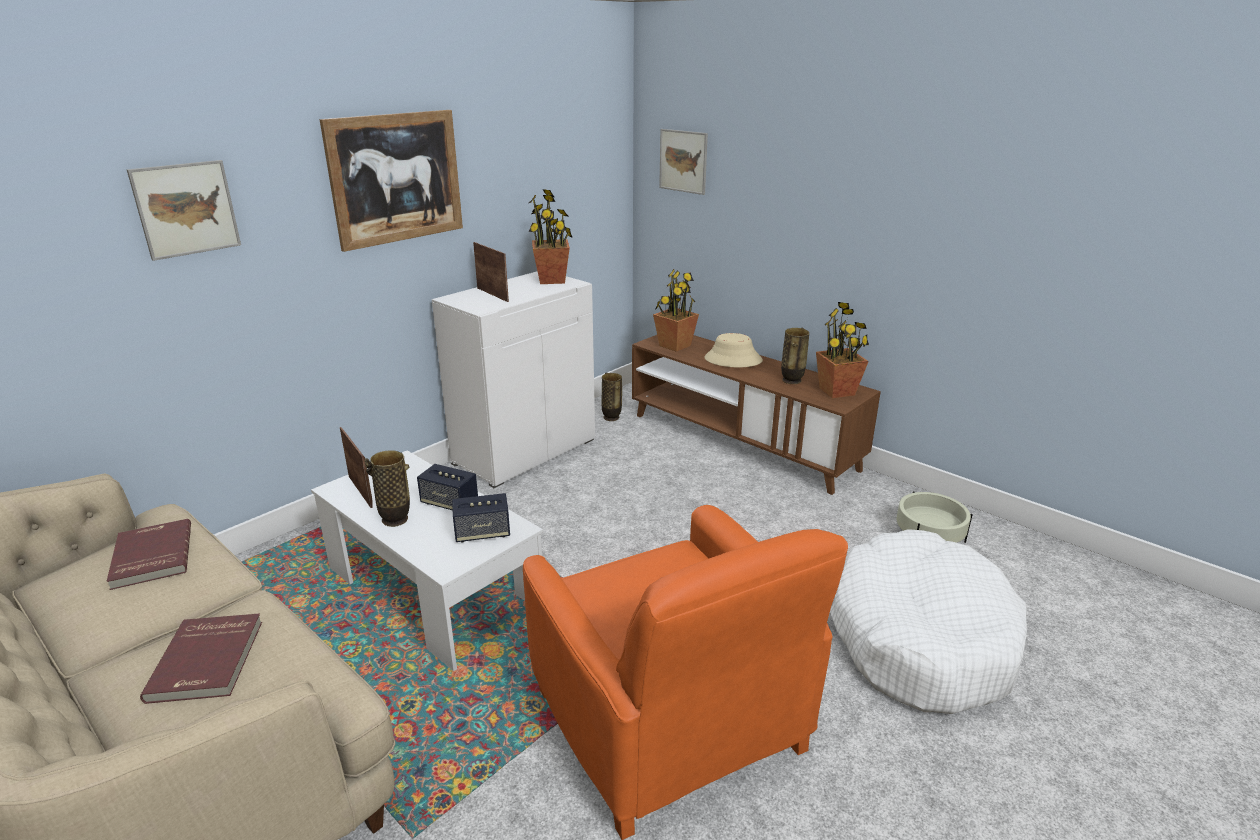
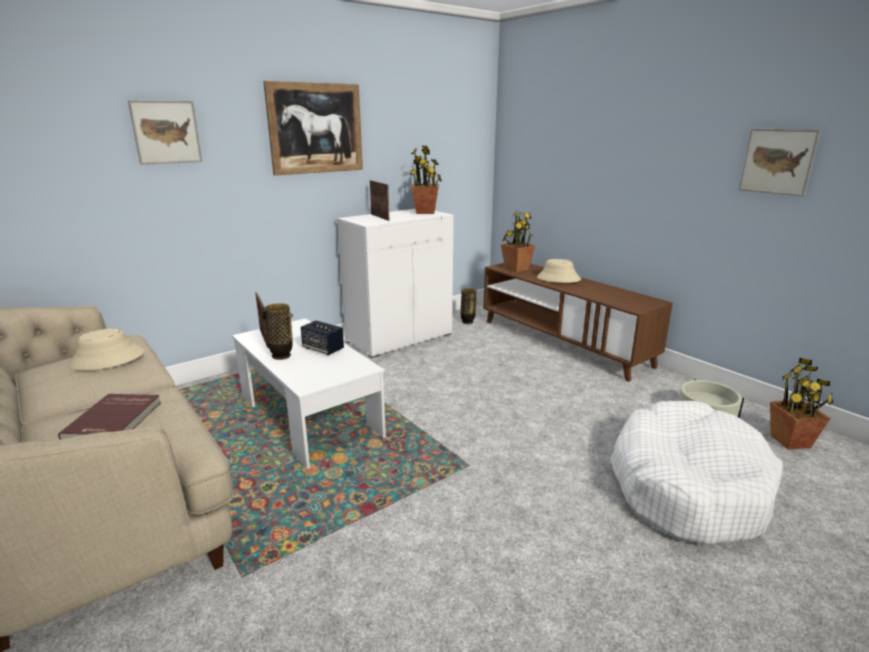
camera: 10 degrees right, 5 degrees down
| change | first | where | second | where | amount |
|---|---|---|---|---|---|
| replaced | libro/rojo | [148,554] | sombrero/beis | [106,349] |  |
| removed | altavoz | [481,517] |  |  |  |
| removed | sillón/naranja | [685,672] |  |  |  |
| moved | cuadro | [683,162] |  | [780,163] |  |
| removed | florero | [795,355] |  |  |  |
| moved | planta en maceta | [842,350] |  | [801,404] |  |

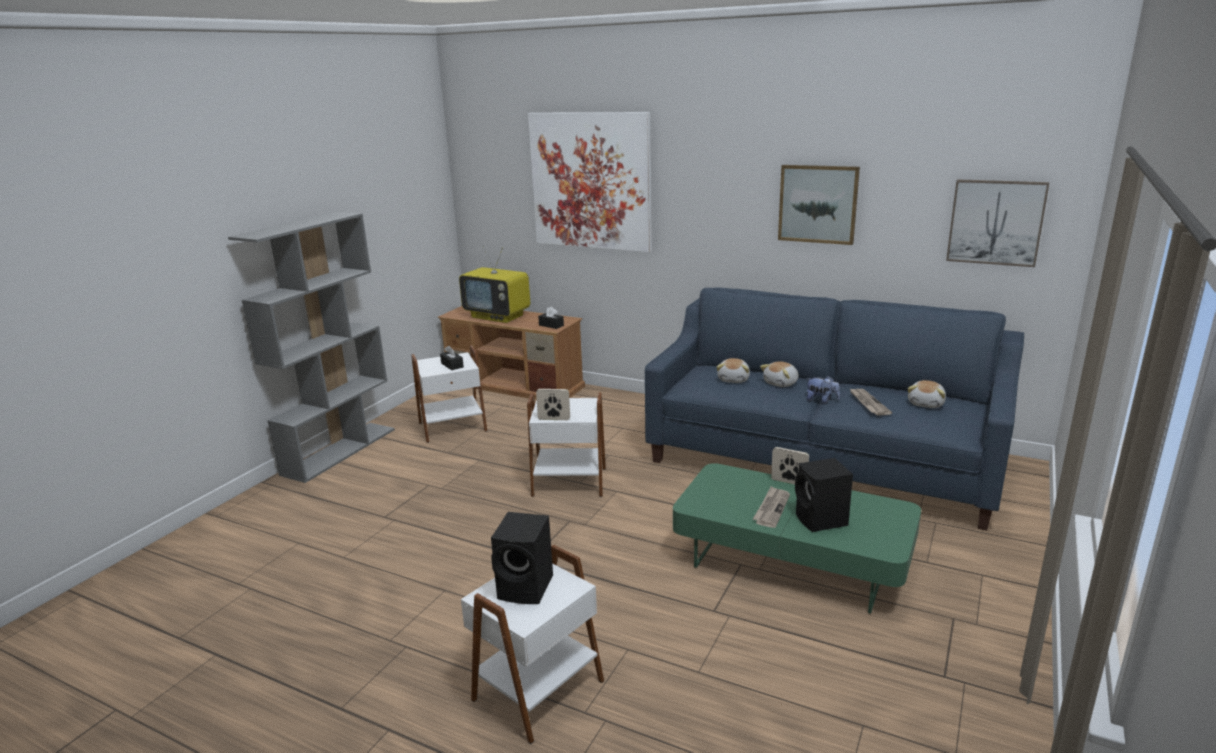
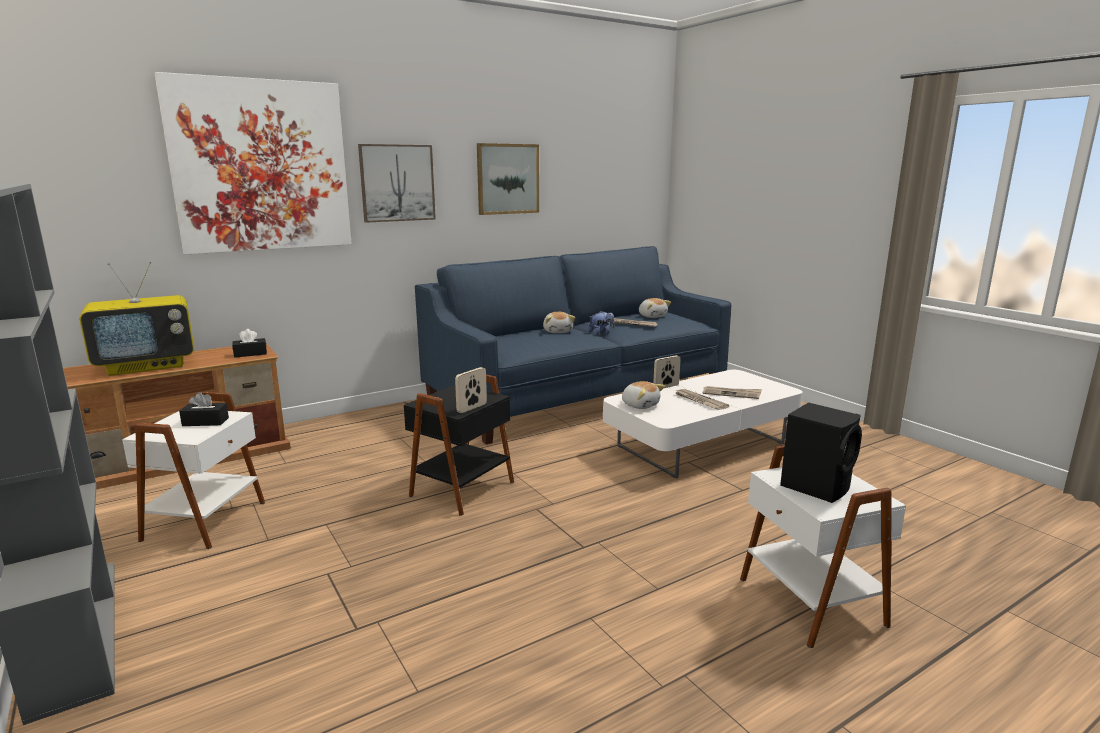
camera: 60 degrees left, 5 degrees down
| change | first | where | second | where | amount |
|---|---|---|---|---|---|
| recoloured | mesa auxiliar/blanco | [566,444] | mesa auxiliar/negro | [459,445] |  |
| recoloured | mesa de centro/verde | [797,538] | mesa de centro/blanco | [703,424] |  |
| moved | peluche | [733,370] |  | [643,395] |  |
| replaced | altavoz/negro | [824,495] | periódico | [732,392] |  |
| moved | cuadro | [997,223] |  | [397,183] |  |

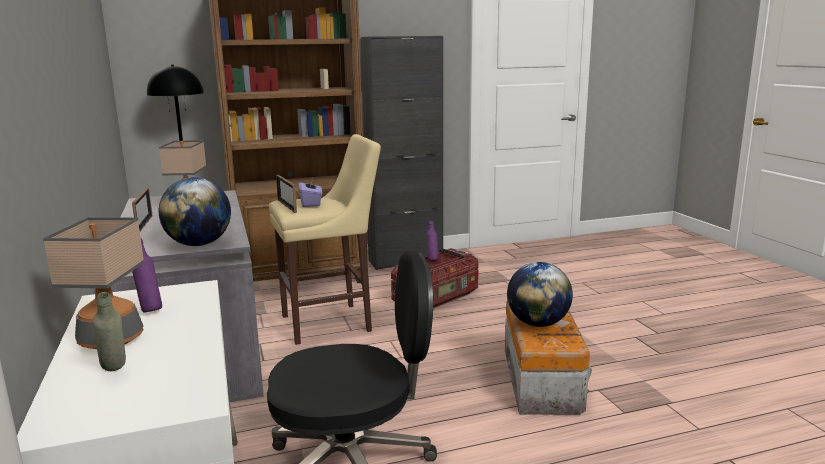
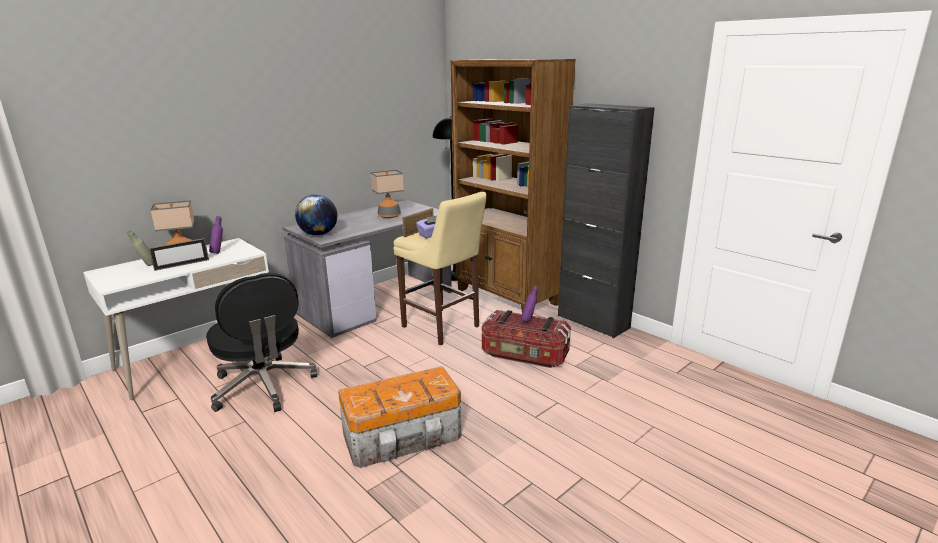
camera: 65 degrees right, 5 degrees up
| change | first | where | second | where | amount |
|---|---|---|---|---|---|
| moved | portarretratos | [142,209] |  | [179,254] |  |
| removed | globo terráqueo | [540,294] |  |  |  |

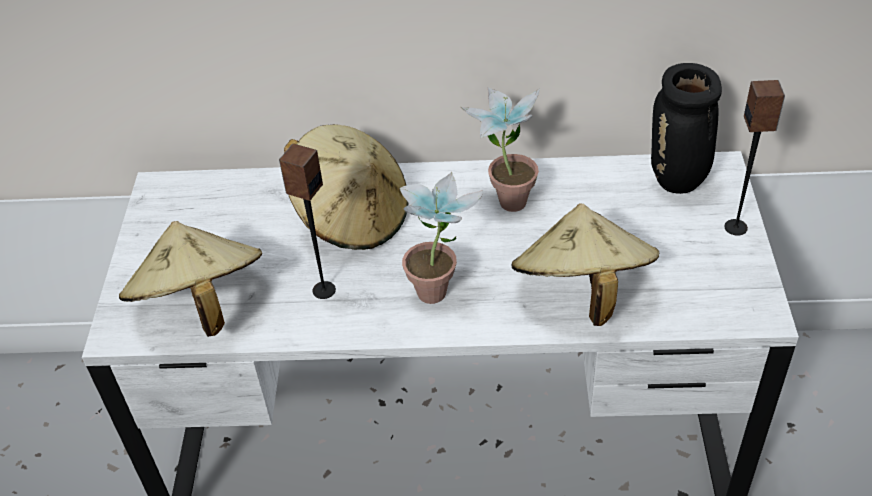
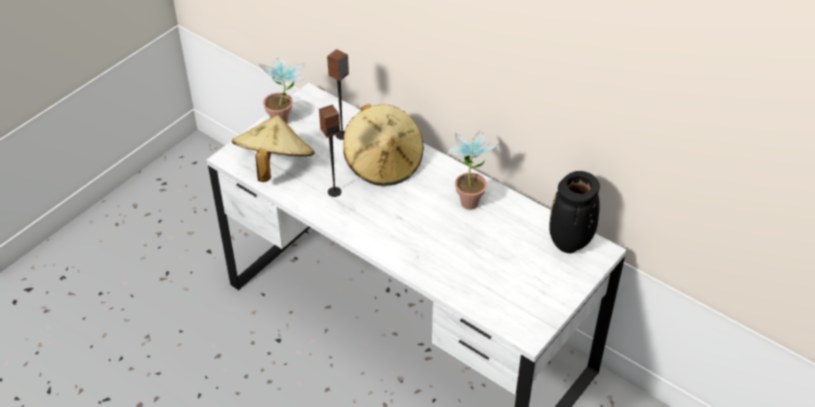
camera: 35 degrees right, 0 degrees up
| change | first | where | second | where | amount |
|---|---|---|---|---|---|
| moved | planta en maceta | [441,238] |  | [282,90] |  |
| removed | sombrero/beis | [586,264] |  |  |  |
| moved | altavoz | [754,158] |  | [338,94] |  |

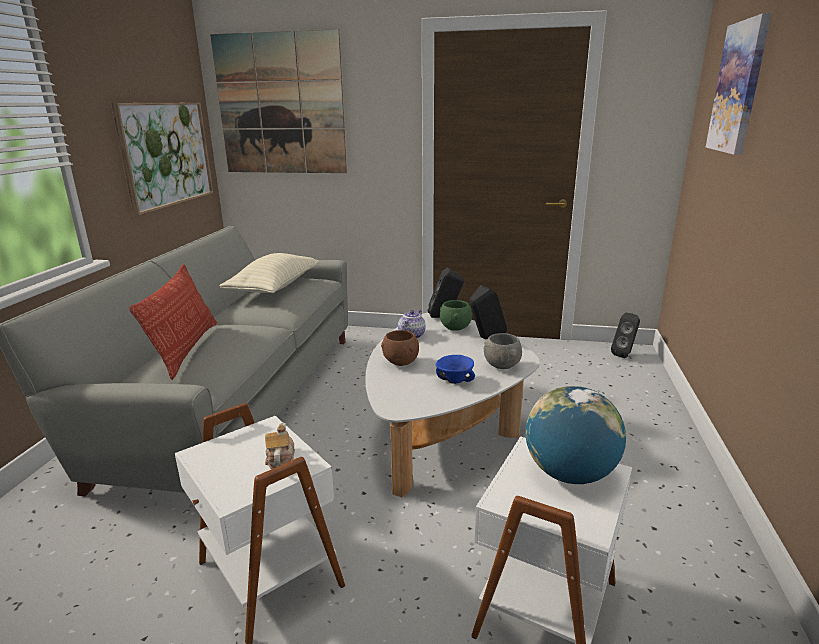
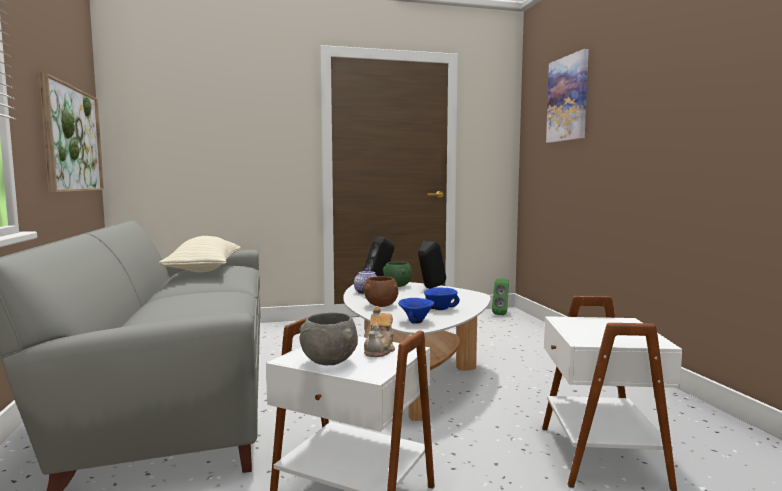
camera: 25 degrees left, 15 degrees down
| change | first | where | second | where | amount |
|---|---|---|---|---|---|
| removed | cojín | [173,322] |  |  |  |
| removed | cuadro | [278,101] |  |  |  |
| turned | tetera | [280,445] |  | [379,331] | 135 degrees counterclockwise |
| moved | cuenco/gris | [503,351] |  | [328,338] |  |
| removed | globo terráqueo | [575,435] |  |  |  |
| recoloured | altavoz/negro | [625,335] | altavoz/verde | [500,296] |  |
| added |  |  | cuenco/azul | [416,311] |  |

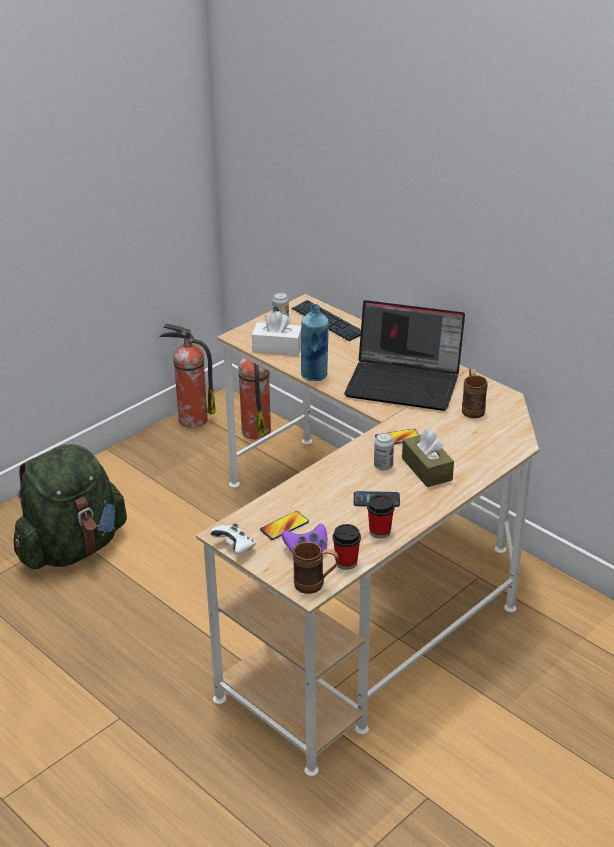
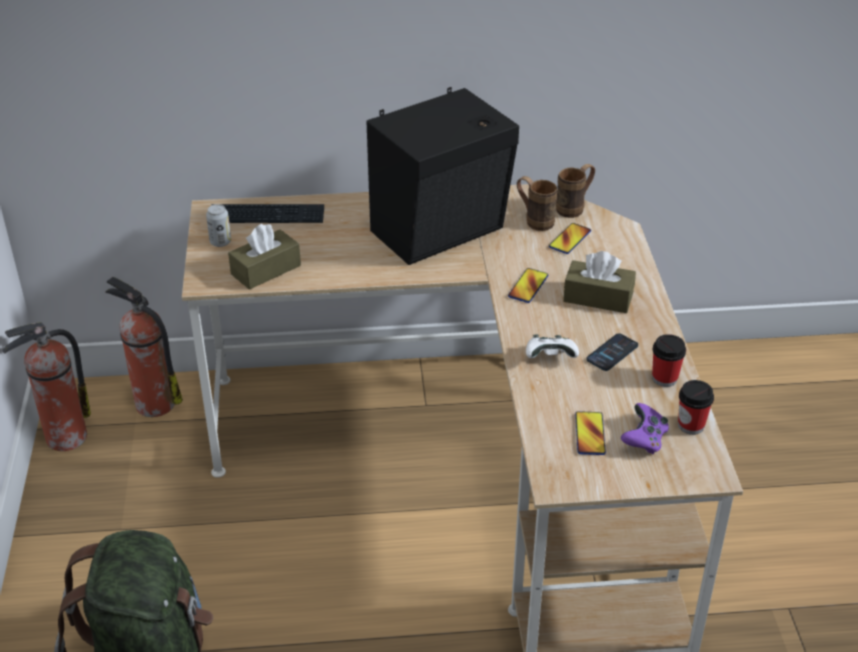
camera: 50 degrees left, 5 degrees up
| change | first | where | second | where | amount |
|---|---|---|---|---|---|
| moved | mando de consola/blanco | [233,539] |  | [552,346] |  |
| recoloured | caja de pañuelos/blanco | [276,333] | caja de pañuelos/marrón | [264,257] |  |
| moved | taza grande/marrón | [316,568] |  | [575,191] |  |
| removed | botella/azul | [315,342] |  |  |  |
| replaced | portátil | [404,355] | altavoz/negro | [442,176] |  |
| removed | lata | [384,451] |  |  |  |
| added |  |  | móvil | [570,238] |  |

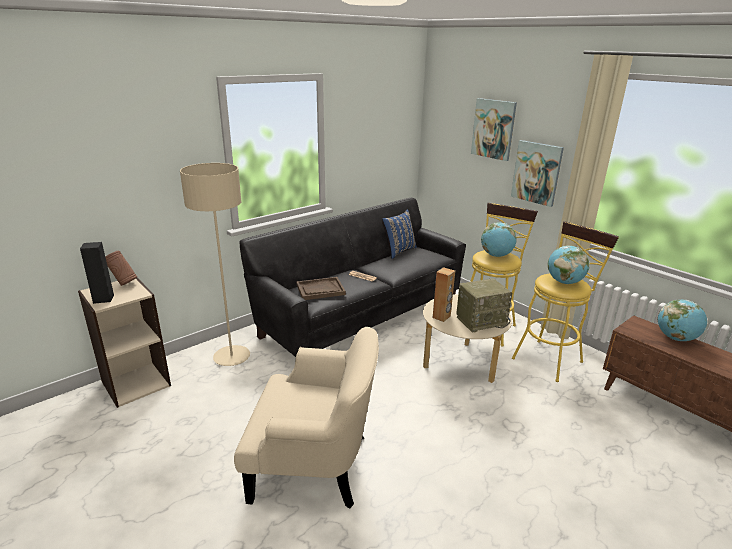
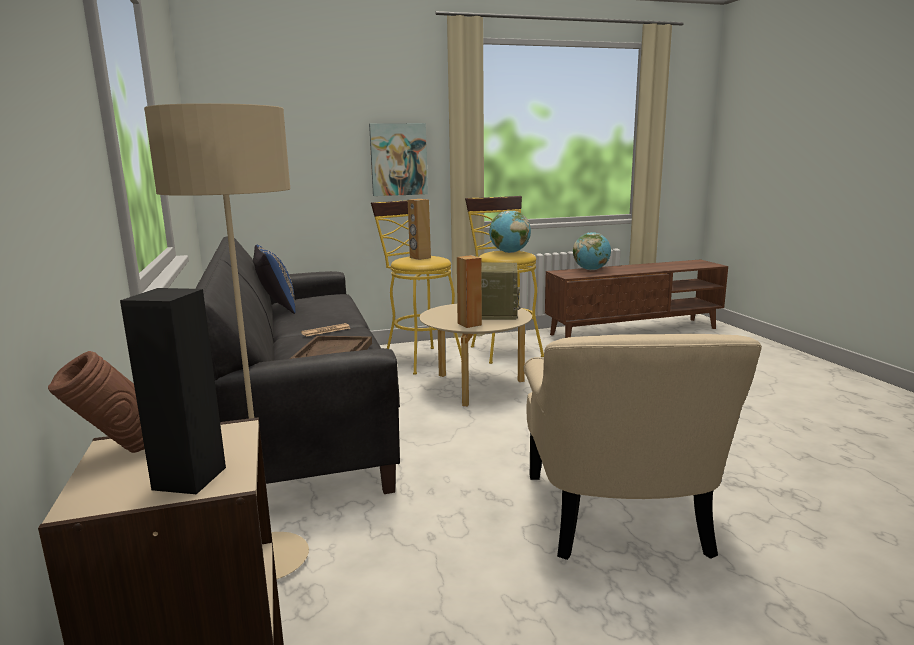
camera: 65 degrees left, 10 degrees down
| change | first | where | second | where | amount |
|---|---|---|---|---|---|
| turned | sillón/beis | [306,418] |  | [642,447] | 150 degrees clockwise |
| removed | cuadro | [494,129] |  |  |  |
| replaced | globo terráqueo | [499,239] | altavoz/marrón | [419,229] |  |

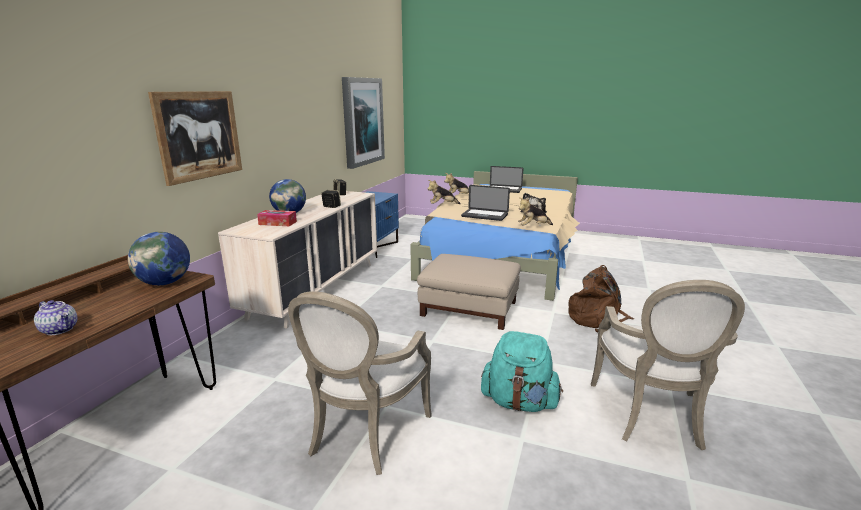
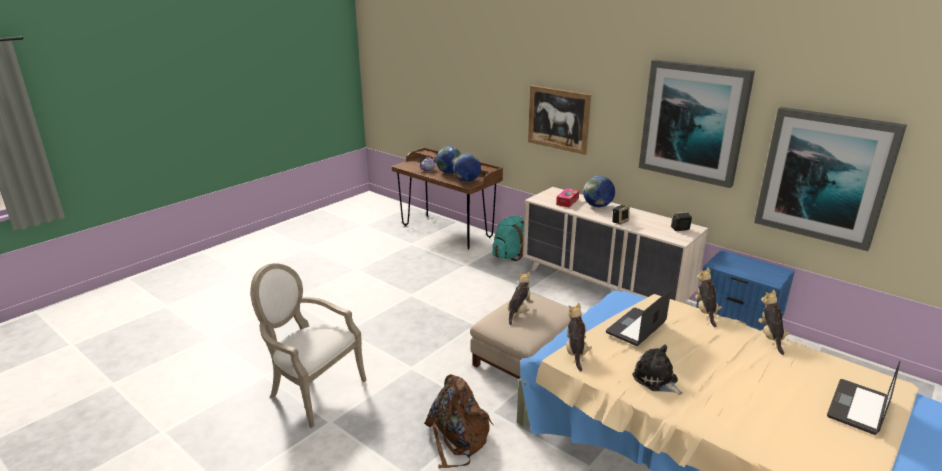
camera: 110 degrees right, 5 degrees up
| change | first | where | second | where | amount |
|---|---|---|---|---|---|
| removed | sillón | [360,383] |  |  |  |
| moved | mochila/turquesa | [522,371] |  | [508,238] |  |
| added |  |  | globo terráqueo | [449,159] |  |
| added |  |  | peluche | [520,298] |  |
| added |  |  | cuadro | [697,124] |  |

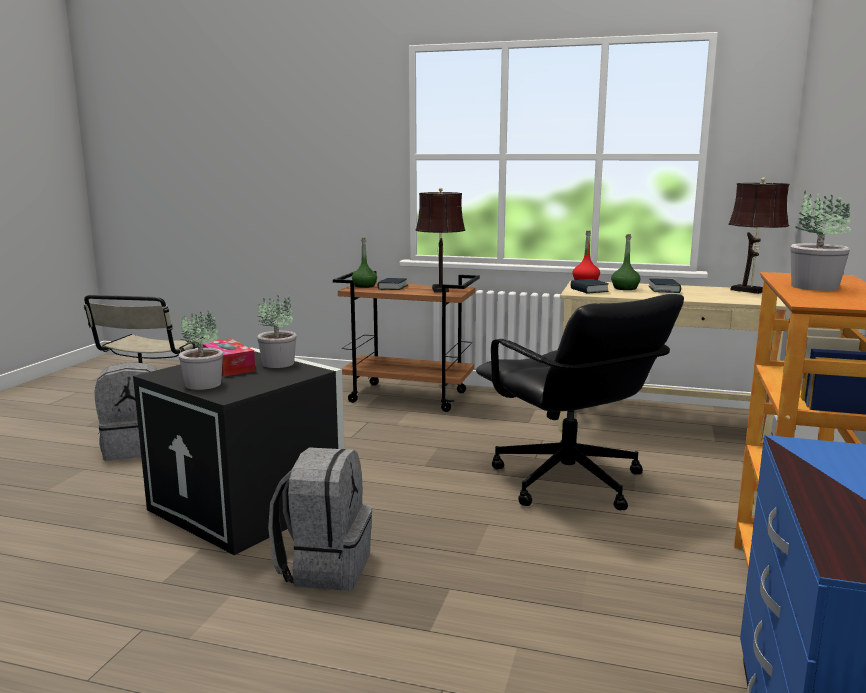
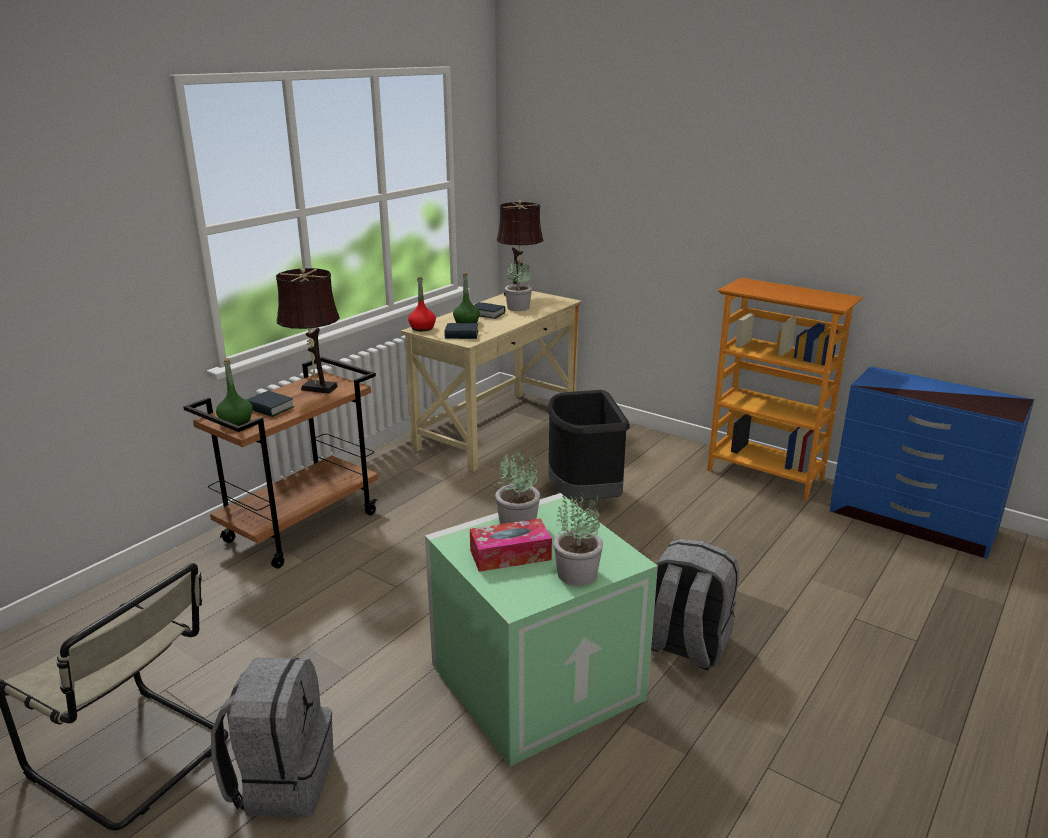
camera: 70 degrees left, 10 degrees up
| change | first | where | second | where | amount |
|---|---|---|---|---|---|
| recoloured | caja de almacenaje/negro | [239,451] | caja de almacenaje/verde | [541,629] |  |
| replaced | silla de oficina/negro | [580,402] | papelera/negro | [588,445] |  |
| moved | planta en maceta | [821,241] |  | [518,286] |  |

